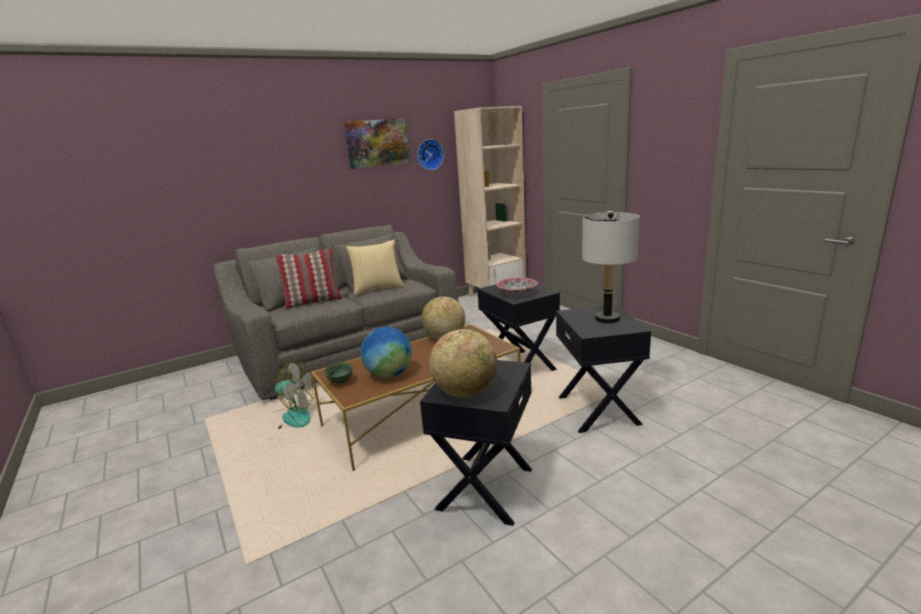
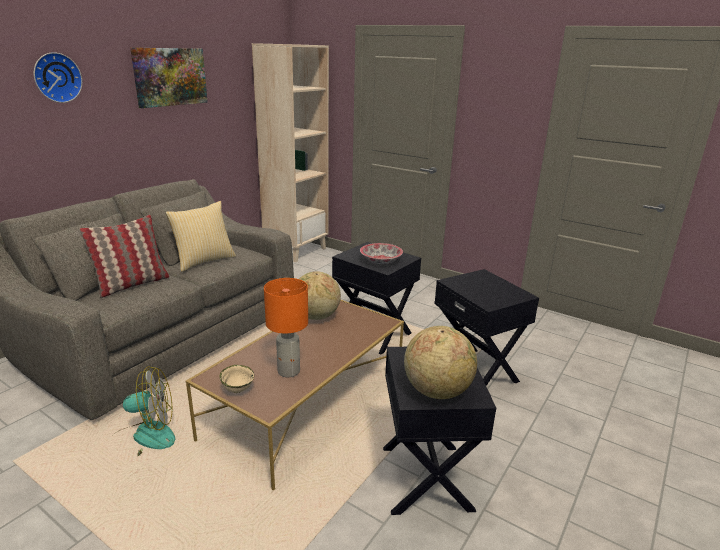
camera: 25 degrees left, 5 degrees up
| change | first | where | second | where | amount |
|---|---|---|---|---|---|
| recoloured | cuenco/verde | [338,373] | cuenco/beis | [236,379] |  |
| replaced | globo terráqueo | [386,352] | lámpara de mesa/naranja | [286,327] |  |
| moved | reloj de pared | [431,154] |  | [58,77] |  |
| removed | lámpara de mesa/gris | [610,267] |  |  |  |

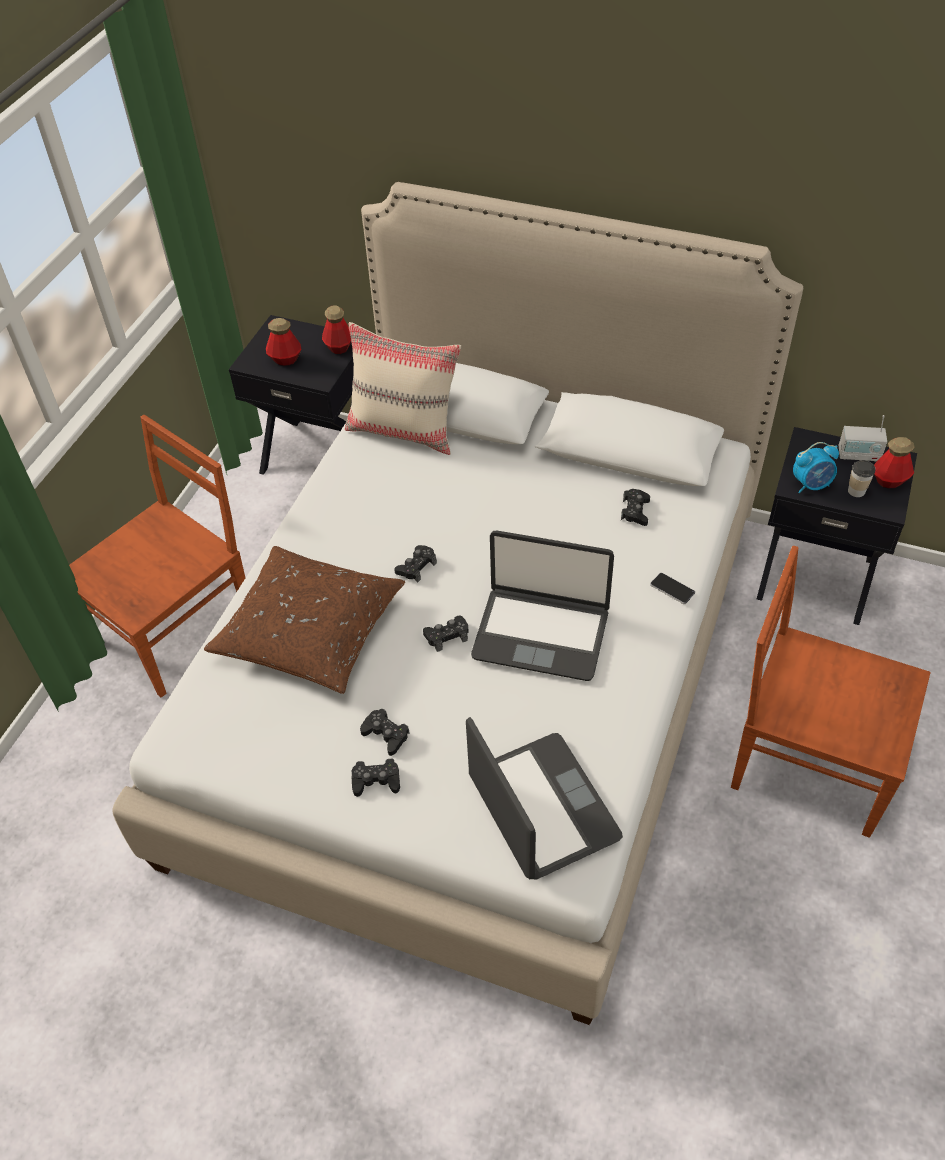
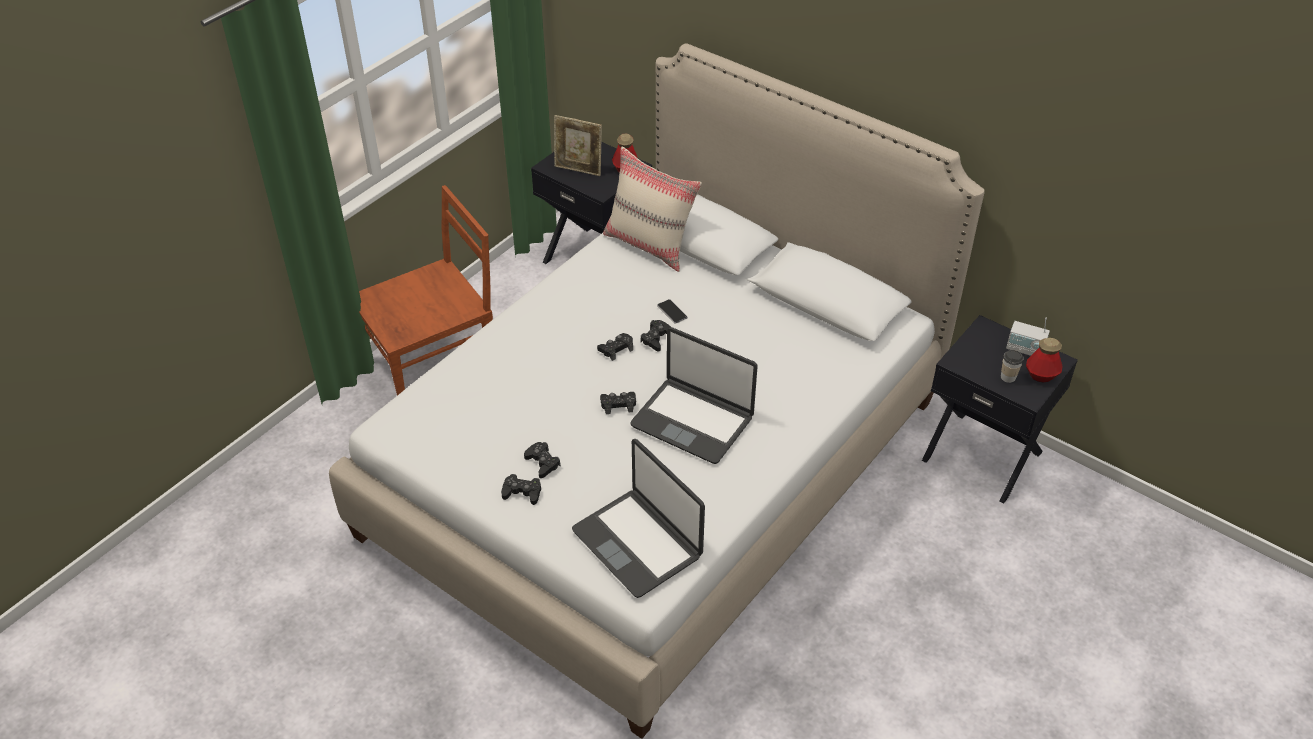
camera: 15 degrees right, 5 degrees down
| change | first | where | second | where | amount |
|---|---|---|---|---|---|
| removed | cojín/marrón | [304,620] |  |  |  |
| replaced | botella | [283,342] | portarretratos | [578,145] |  |
| turned | portátil | [544,798] |  | [638,518] | 150 degrees clockwise |
| moved | mando de consola/negro | [635,507] |  | [656,336] |  |
| moved | móvil | [672,588] |  | [672,311] |  |
| removed | silla/marrón | [831,692] |  |  |  |
| removed | despertador | [816,467] |  |  |  |

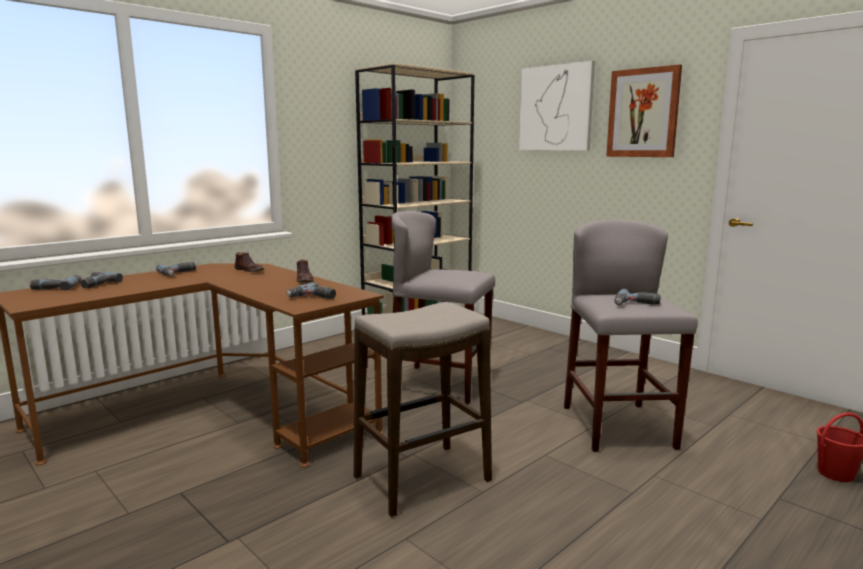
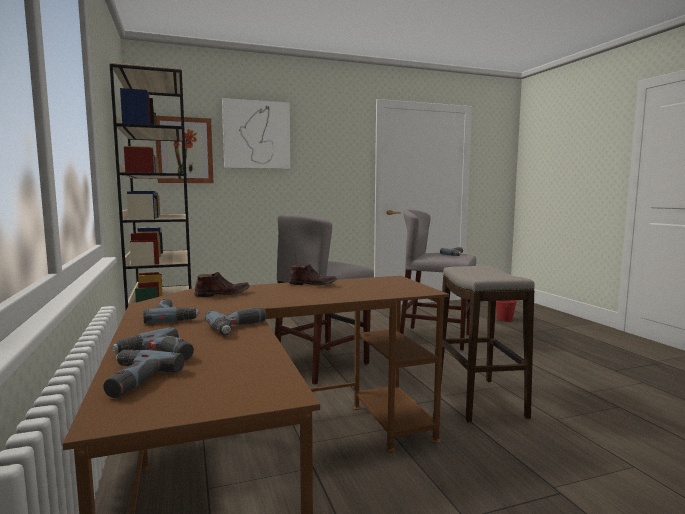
camera: 65 degrees left, 5 degrees down
| change | first | where | second | where | amount |
|---|---|---|---|---|---|
| moved | taladro | [311,290] |  | [235,321] |  |
| moved | cuadro | [644,111] |  | [184,149] |  |

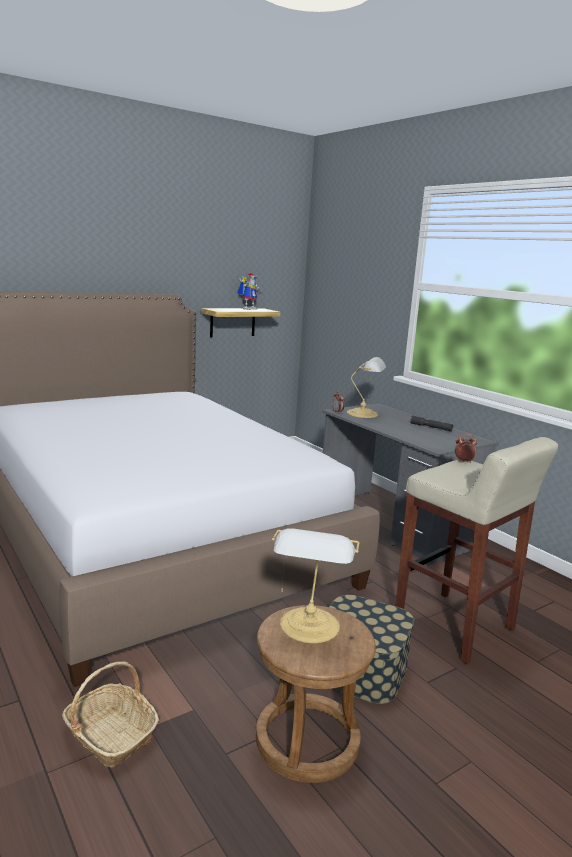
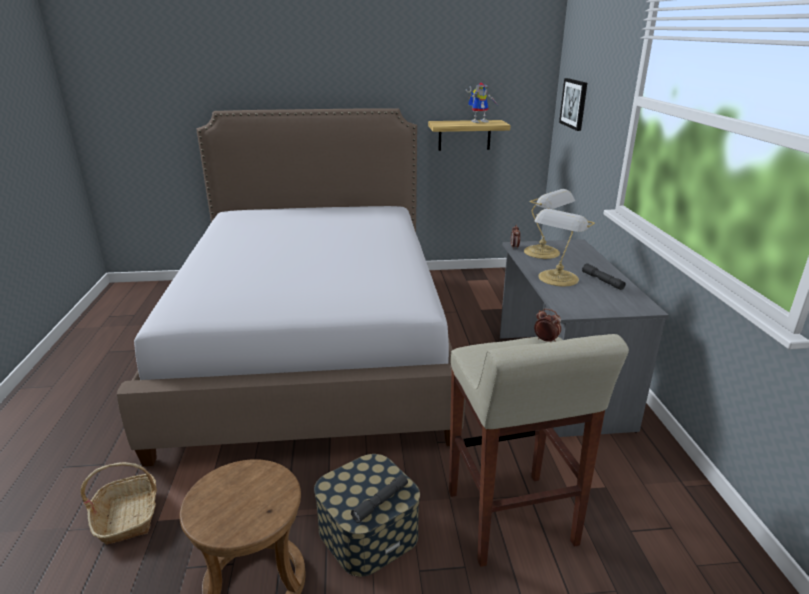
camera: 30 degrees right, 10 degrees up
| change | first | where | second | where | amount |
|---|---|---|---|---|---|
| moved | lámpara de mesa | [315,585] |  | [565,247] |  |
| added |  |  | linterna/gris | [379,498] |  |
| added |  |  | cuadro | [573,104] |  |

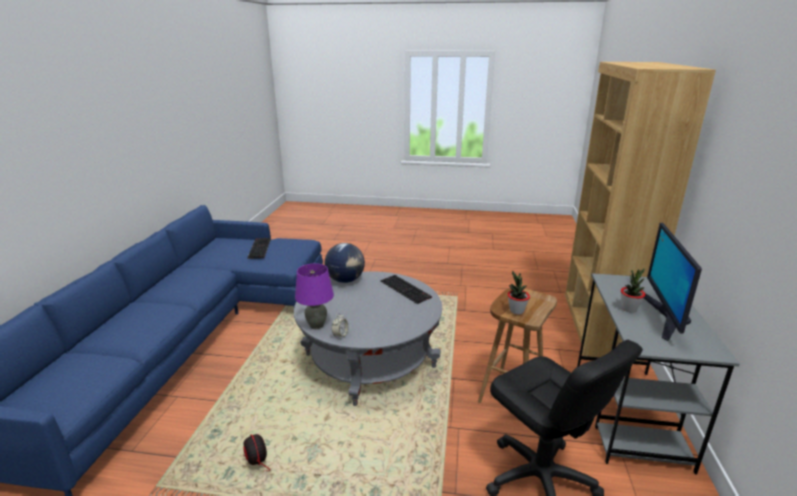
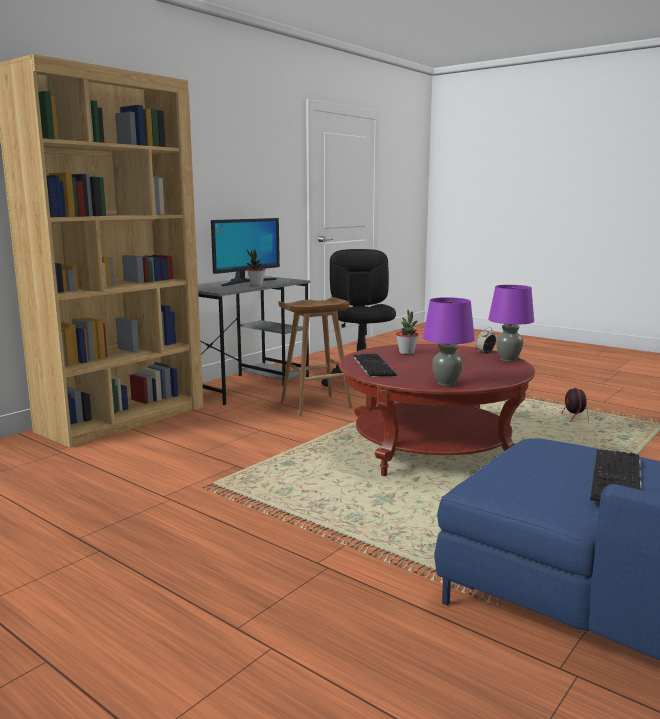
camera: 150 degrees left, 10 degrees down
| change | first | where | second | where | amount |
|---|---|---|---|---|---|
| recoloured | mesa de centro/gris | [368,338] | mesa de centro/rojo | [437,410] |  |
| replaced | globo terráqueo | [345,263] | lámpara de mesa/morado | [449,341] |  |
| moved | planta en maceta | [519,293] |  | [407,332] |  |

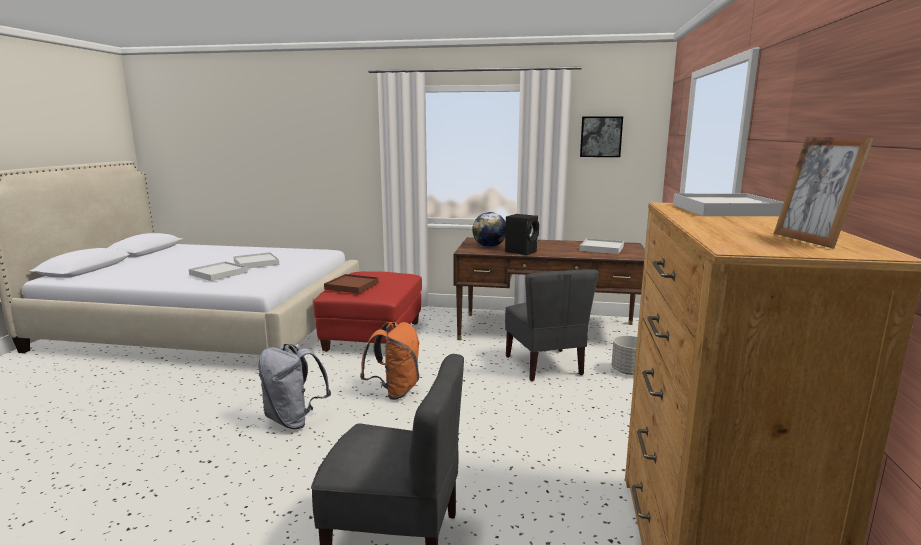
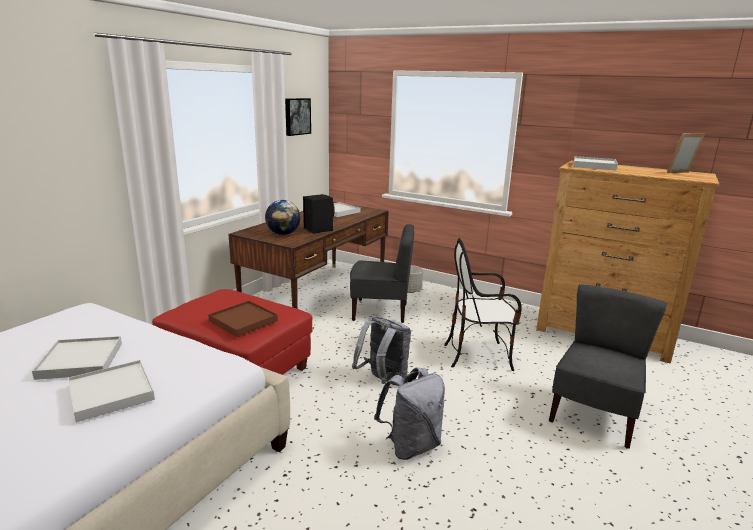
camera: 70 degrees left, 5 degrees up
| change | first | where | second | where | amount |
|---|---|---|---|---|---|
| recoloured | mochila/naranja | [390,361] | mochila/gris | [381,351] |  |
| turned | portarretratos | [823,192] |  | [685,153] | 150 degrees clockwise |
| added |  |  | silla | [482,304] |  |

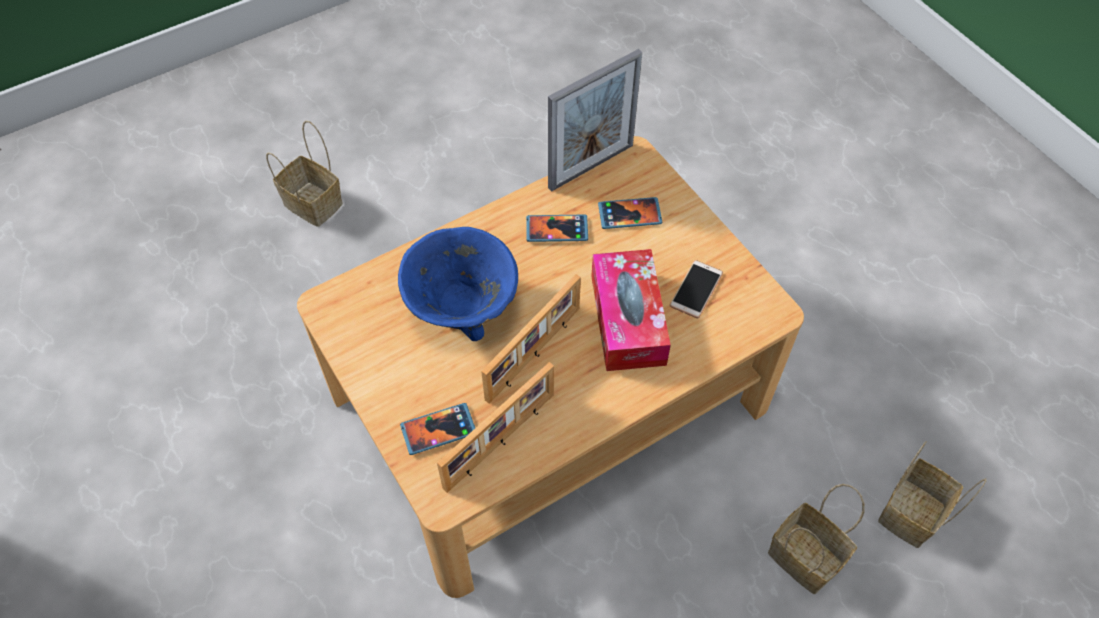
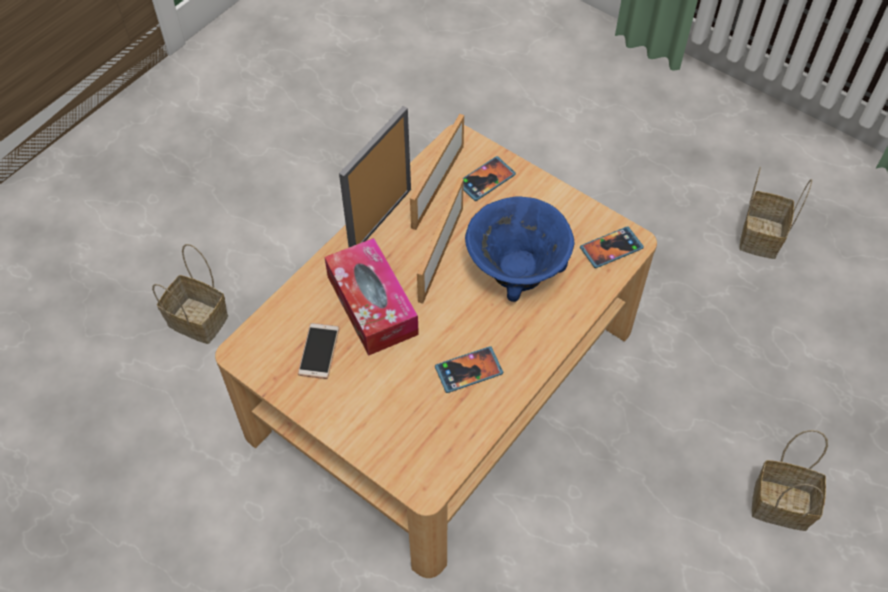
camera: 160 degrees right, 0 degrees up
| change | first | where | second | where | amount |
|---|---|---|---|---|---|
| moved | portarretratos | [595,120] |  | [375,176] |  |
| moved | móvil | [630,213] |  | [612,247] |  |
| moved | cesta | [932,494] |  | [775,212] |  |

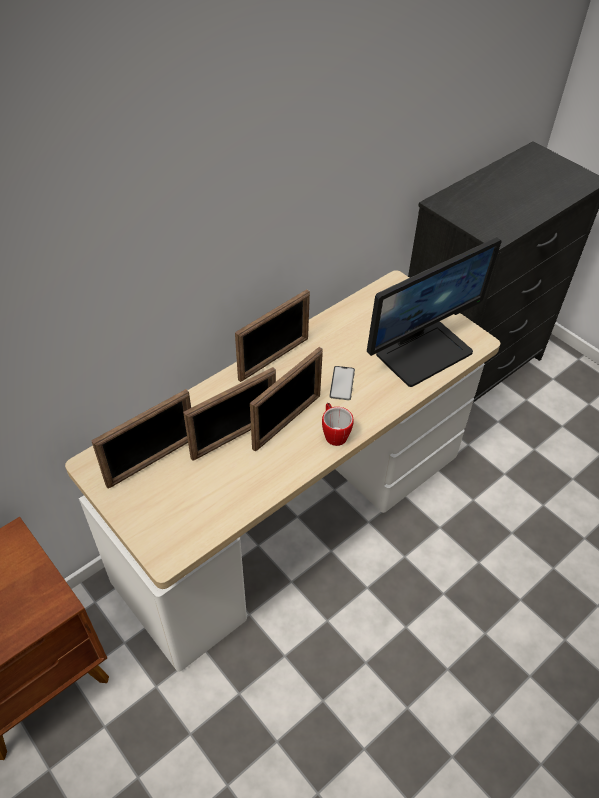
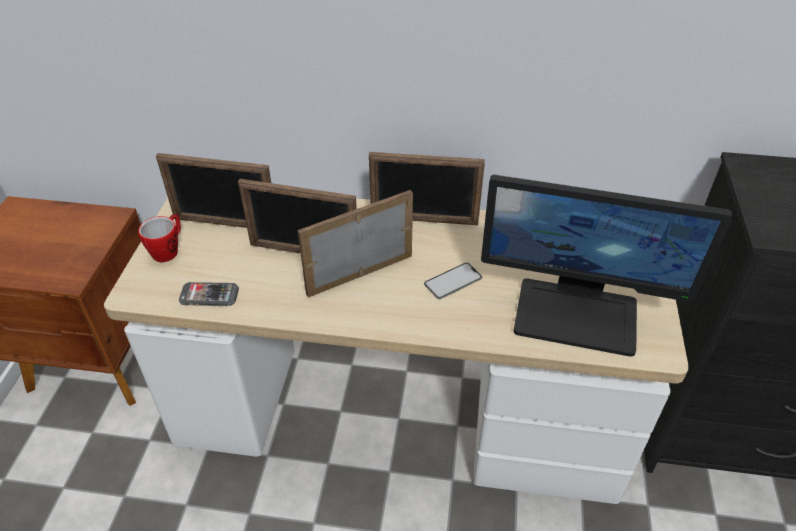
camera: 50 degrees right, 5 degrees down
| change | first | where | second | where | amount |
|---|---|---|---|---|---|
| turned | portarretratos | [286,399] |  | [355,244] | 150 degrees clockwise |
| moved | taza grande | [338,424] |  | [159,238] |  |
| added |  |  | móvil | [209,294] |  |

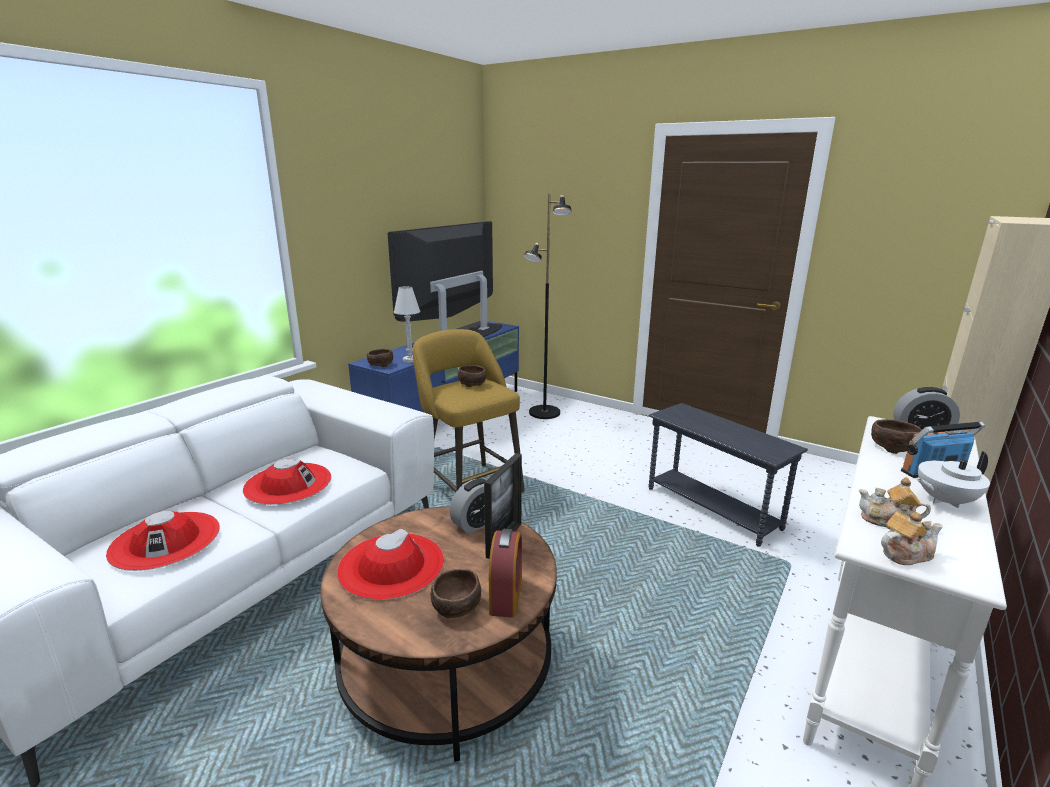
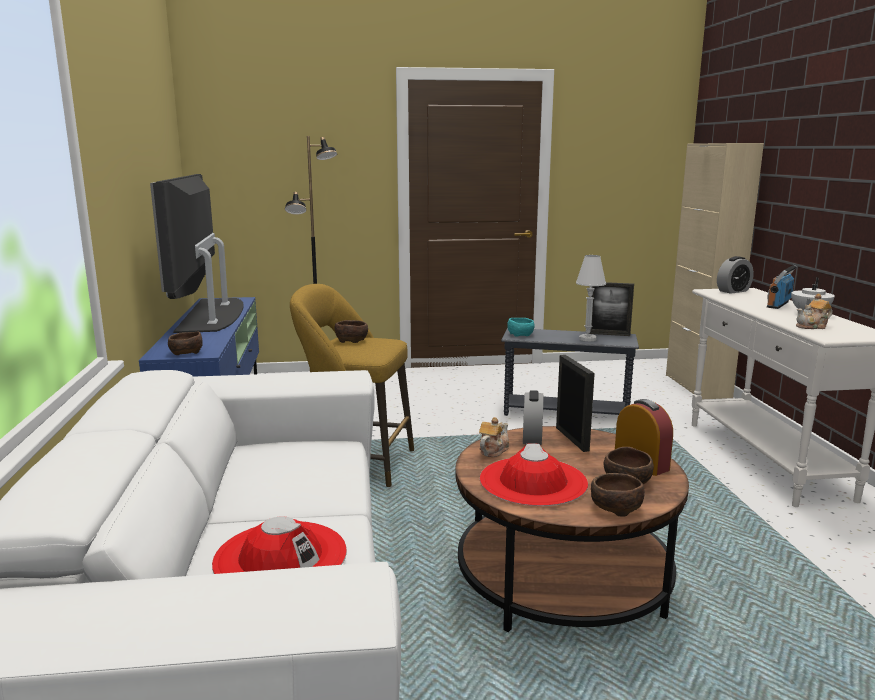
camera: 40 degrees left, 5 degrees down
| change | first | where | second | where | amount |
|---|---|---|---|---|---|
| removed | sombrero/rojo | [287,482] |  |  |  |
| moved | lámpara de mesa/blanco | [407,324] |  | [591,298] |  |
| moved | cuenco/marrón | [896,436] |  | [618,494] |  |
| moved | tetera | [912,538] |  | [494,437] |  |
| added |  |  | cuenco/turquesa | [521,327] |  |
| added |  |  | portarretratos | [611,309] |  |

